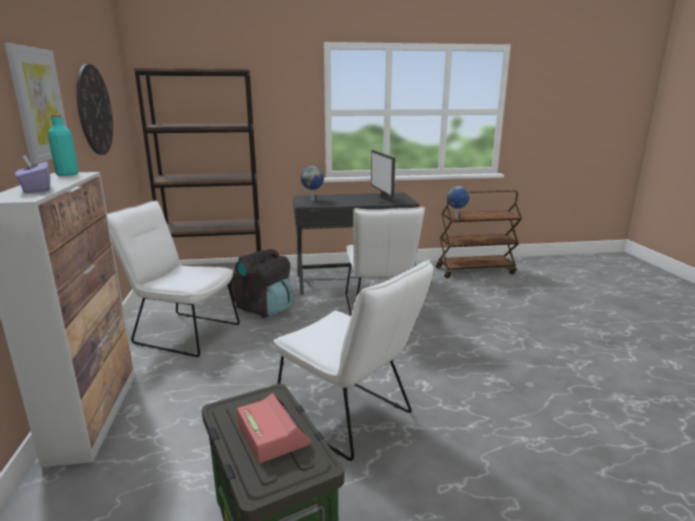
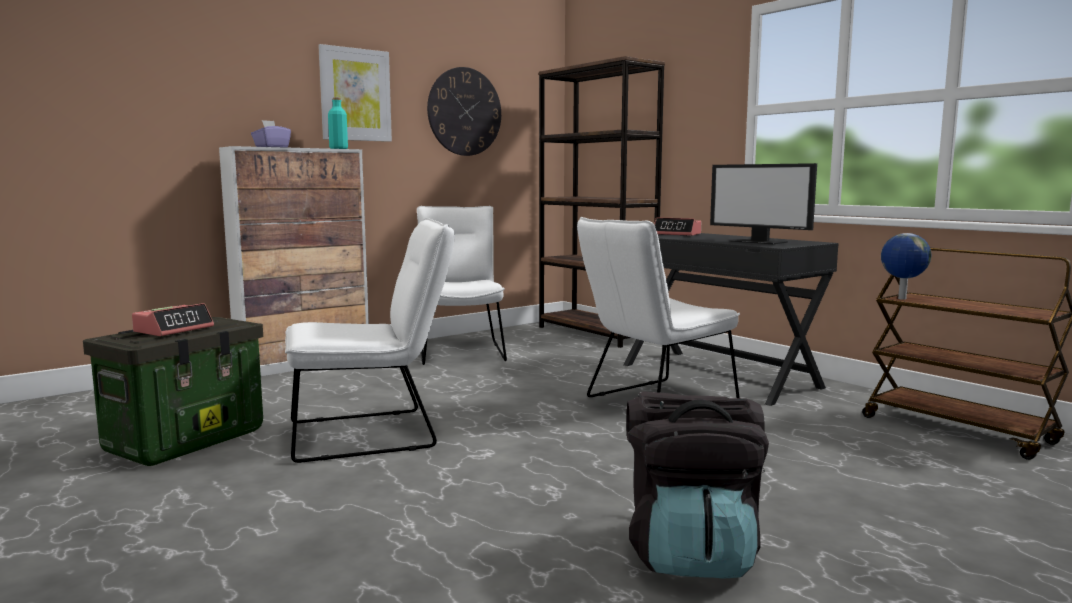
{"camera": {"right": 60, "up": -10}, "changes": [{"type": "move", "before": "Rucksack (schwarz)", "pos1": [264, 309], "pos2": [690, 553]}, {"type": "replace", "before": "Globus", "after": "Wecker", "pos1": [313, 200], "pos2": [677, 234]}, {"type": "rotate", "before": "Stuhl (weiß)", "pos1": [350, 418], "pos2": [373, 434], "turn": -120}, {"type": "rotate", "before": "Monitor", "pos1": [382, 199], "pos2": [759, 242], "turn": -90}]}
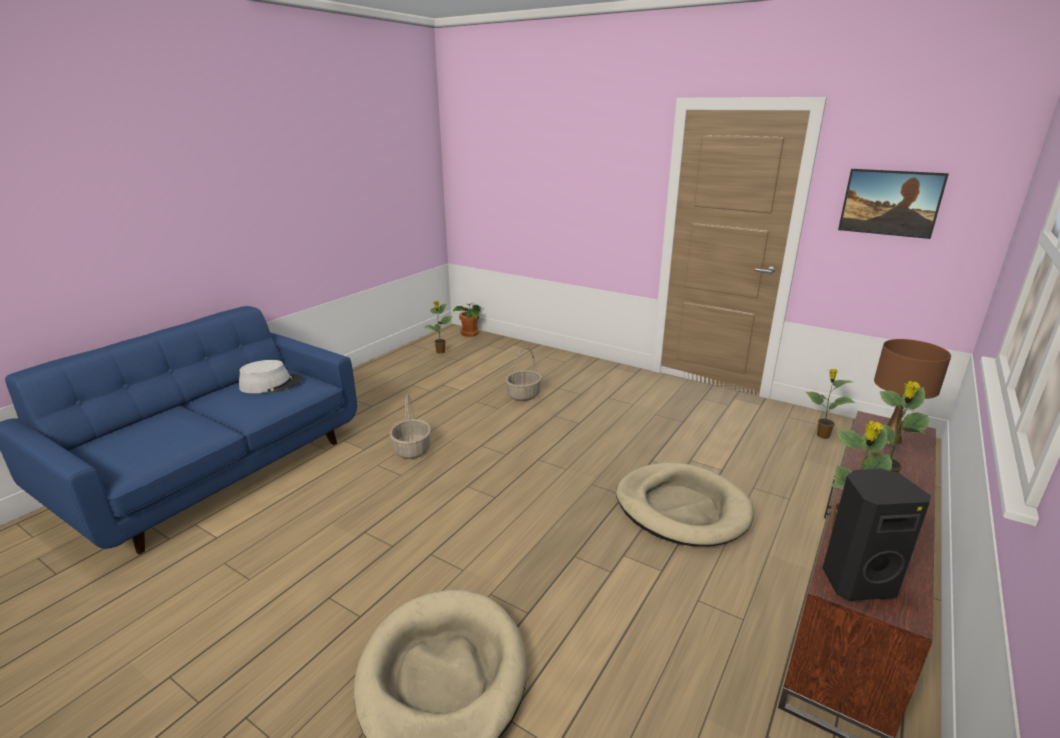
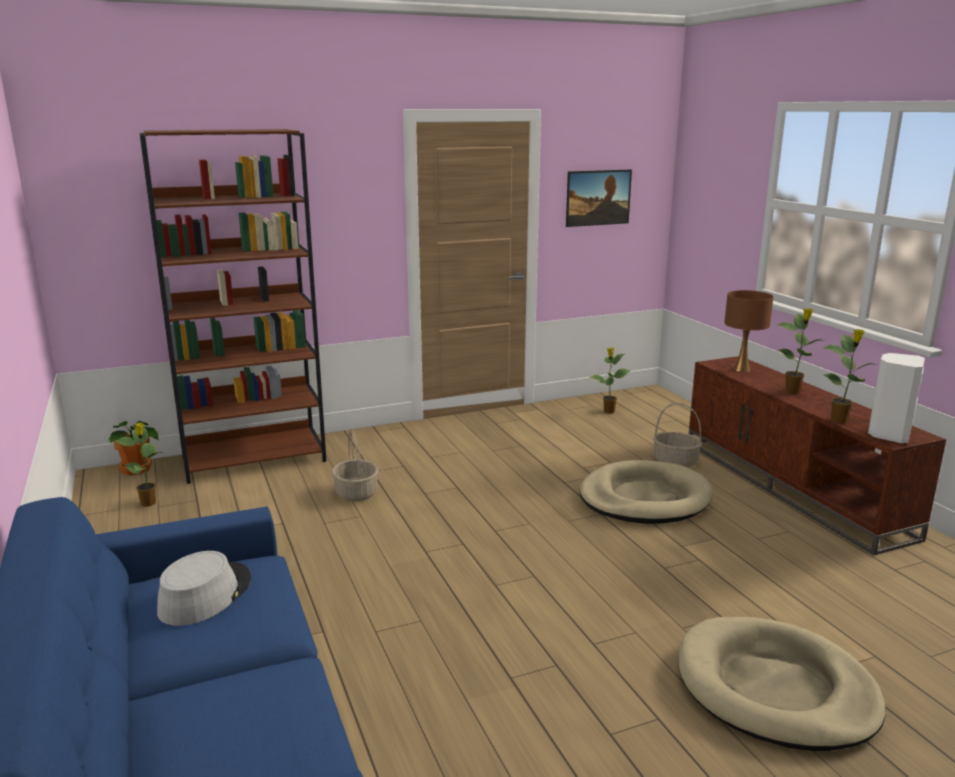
{"camera": {"right": -55, "up": -5}, "changes": [{"type": "insert", "after": "Bücherregal (braun)", "pos2": [255, 458]}, {"type": "move", "before": "Korb", "pos1": [412, 450], "pos2": [676, 461]}, {"type": "recolor", "before": "Lautsprecher (schwarz)", "after": "Lautsprecher (weiß)", "pos1": [856, 581], "pos2": [888, 435]}]}
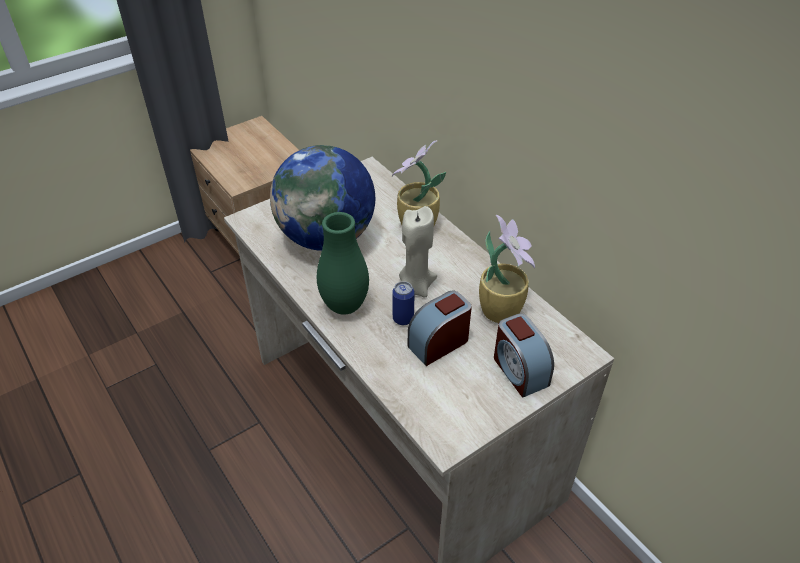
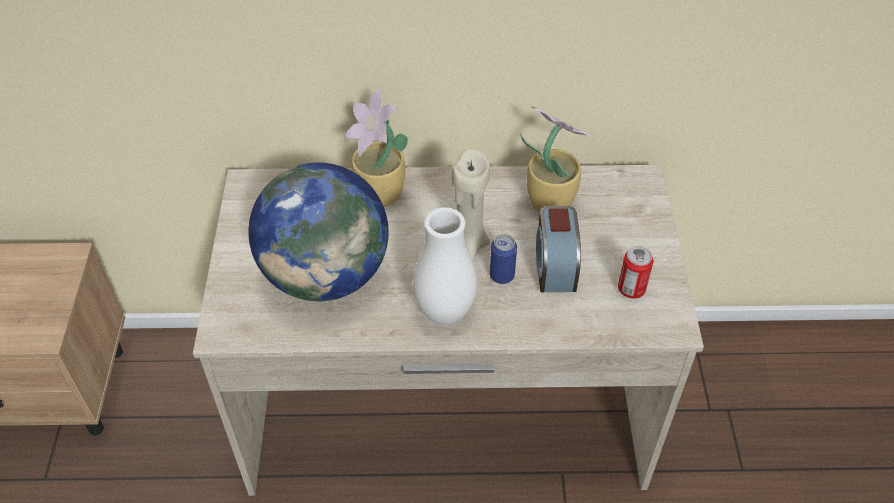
{"camera": {"right": -55, "up": 5}, "changes": [{"type": "delete", "before": "Wecker", "pos1": [519, 370]}, {"type": "insert", "after": "Dose", "pos2": [631, 289]}, {"type": "recolor", "before": "Vase (grün)", "after": "Vase (weiß)", "pos1": [345, 306], "pos2": [445, 312]}]}
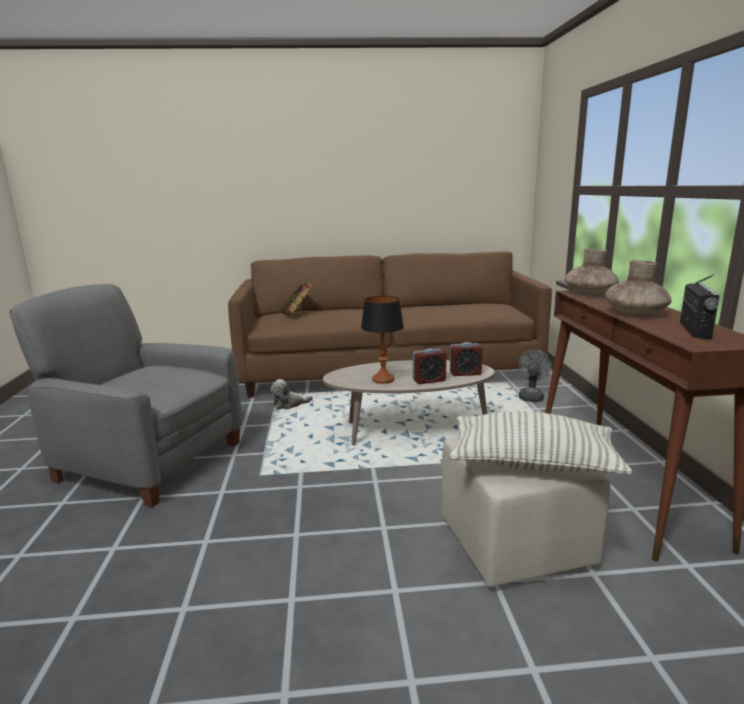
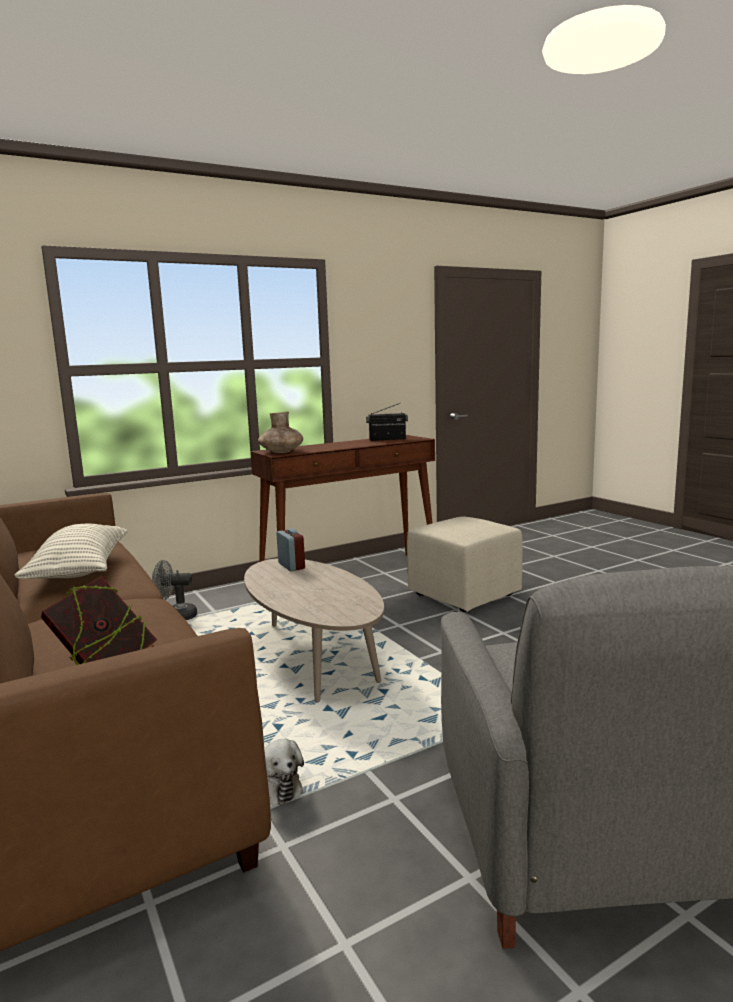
{"camera": {"right": -115, "up": -5}, "changes": [{"type": "delete", "before": "Tischlampe", "pos1": [383, 379]}, {"type": "delete", "before": "Wecker", "pos1": [429, 380]}, {"type": "delete", "before": "Vase (braun)", "pos1": [635, 313]}, {"type": "move", "before": "Kissen", "pos1": [532, 464], "pos2": [80, 571]}]}
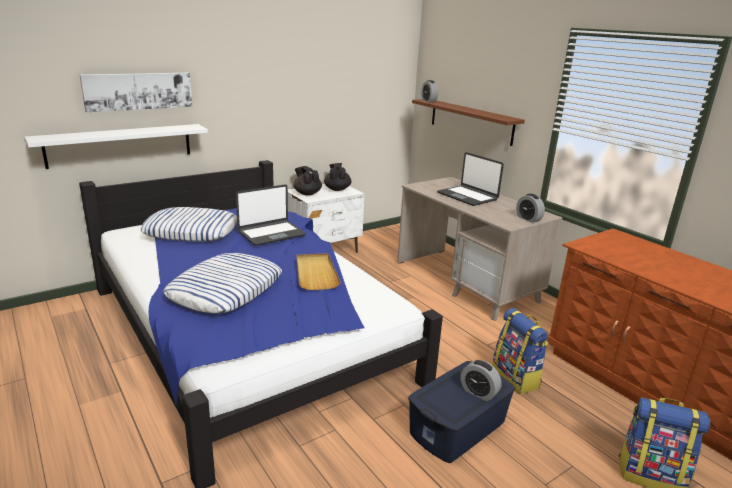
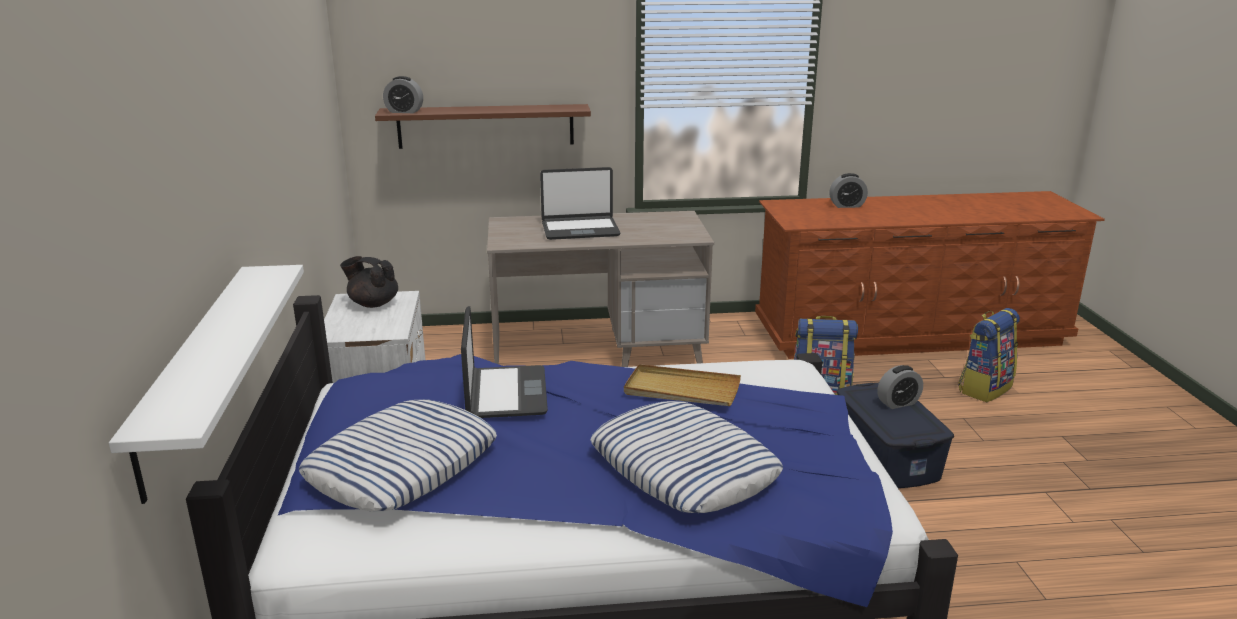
{"camera": {"right": -60, "up": 0}, "changes": [{"type": "delete", "before": "Bild", "pos1": [138, 91]}, {"type": "delete", "before": "Teekanne (schwarz)", "pos1": [307, 193]}, {"type": "move", "before": "Wecker", "pos1": [528, 219], "pos2": [847, 205]}]}
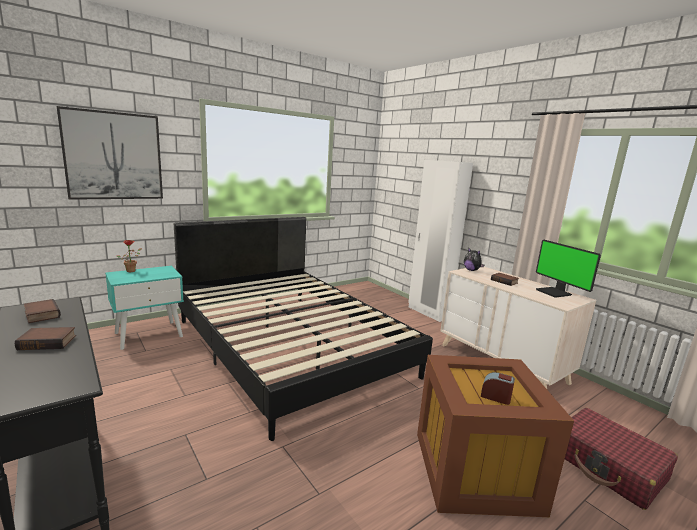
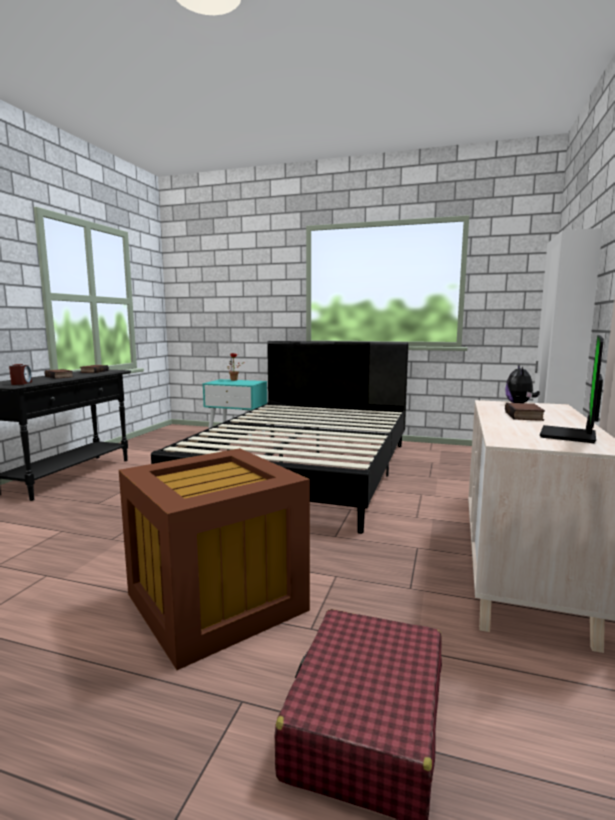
{"camera": {"right": 55, "up": -5}, "changes": [{"type": "delete", "before": "Bild", "pos1": [114, 156]}, {"type": "move", "before": "Wecker", "pos1": [495, 397], "pos2": [21, 383]}]}
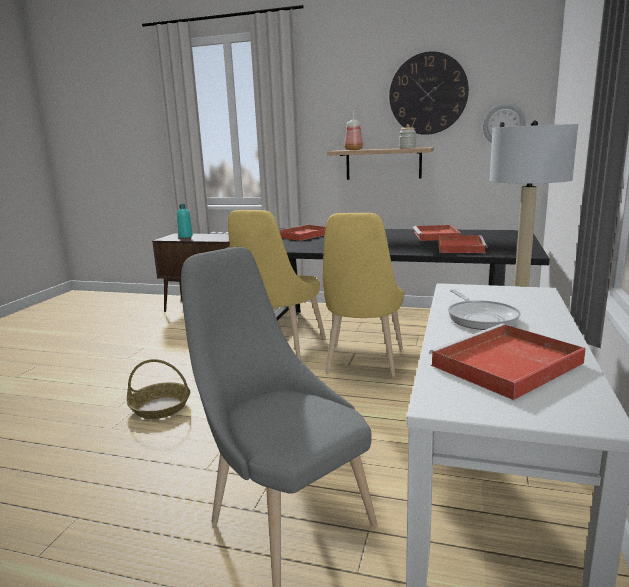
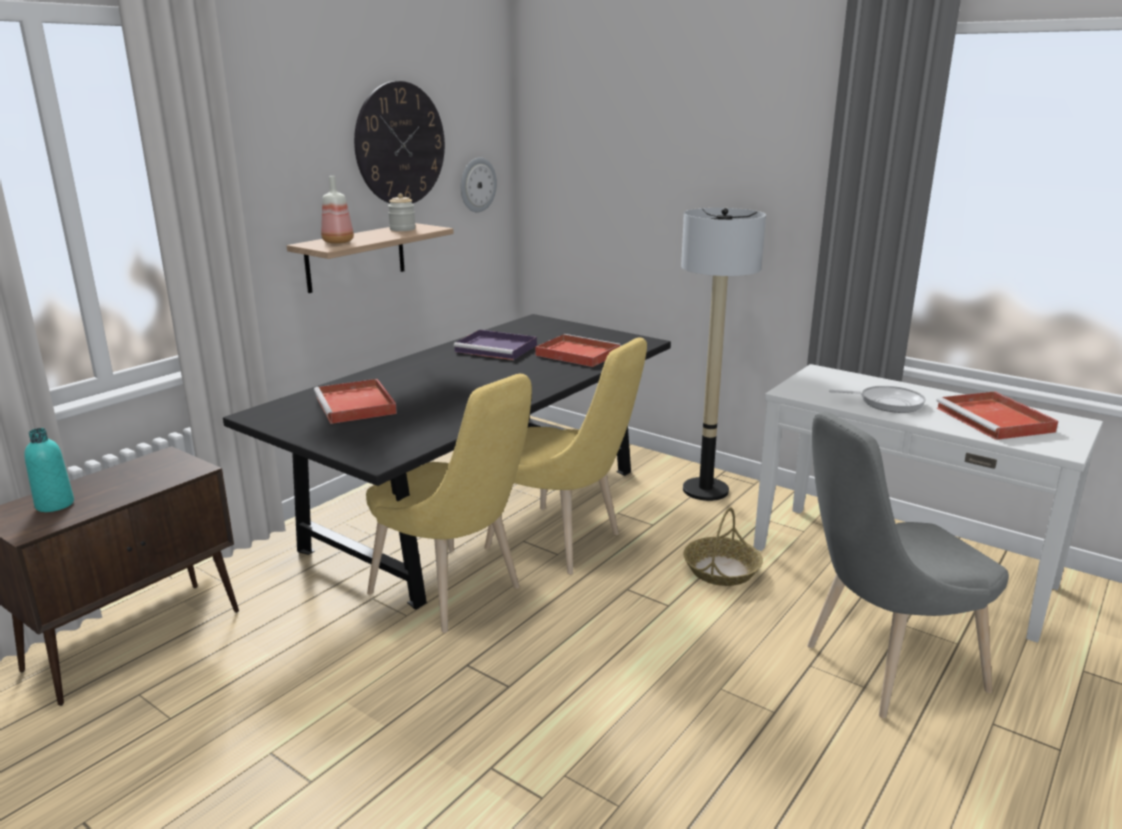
{"camera": {"right": -70, "up": 5}, "changes": [{"type": "move", "before": "Korb", "pos1": [160, 407], "pos2": [721, 570]}, {"type": "recolor", "before": "Tablett (rot)", "after": "Tablett (lila)", "pos1": [436, 236], "pos2": [497, 348]}]}
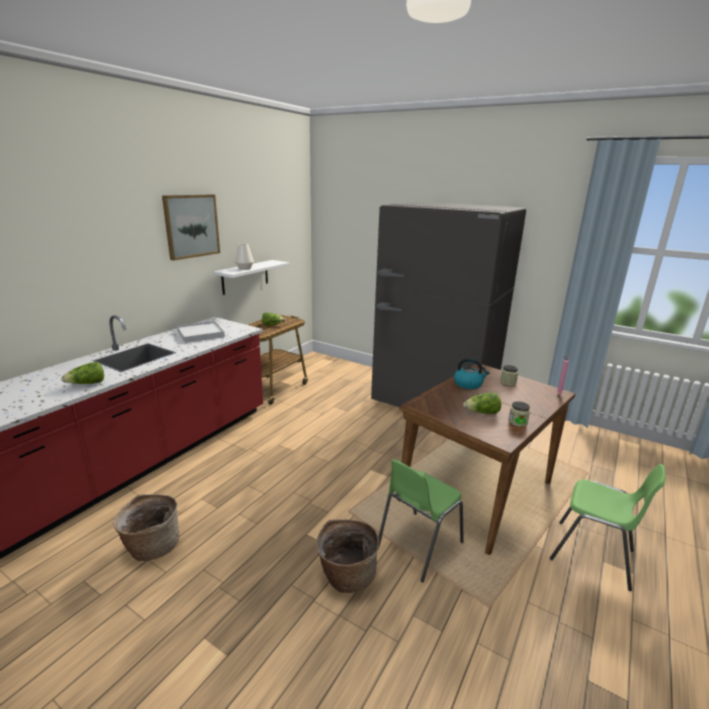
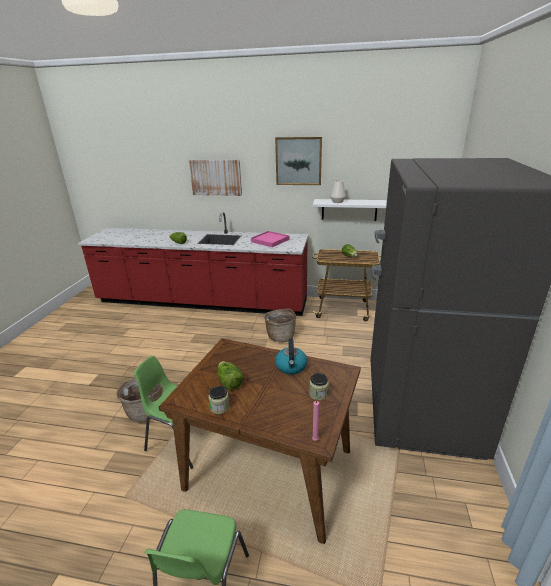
{"camera": {"right": 70, "up": 5}, "changes": [{"type": "insert", "after": "Bild", "pos2": [216, 177]}, {"type": "move", "before": "Korb", "pos1": [152, 546], "pos2": [280, 336]}, {"type": "recolor", "before": "Tablett (weiß)", "after": "Tablett (rosa)", "pos1": [201, 334], "pos2": [270, 240]}]}
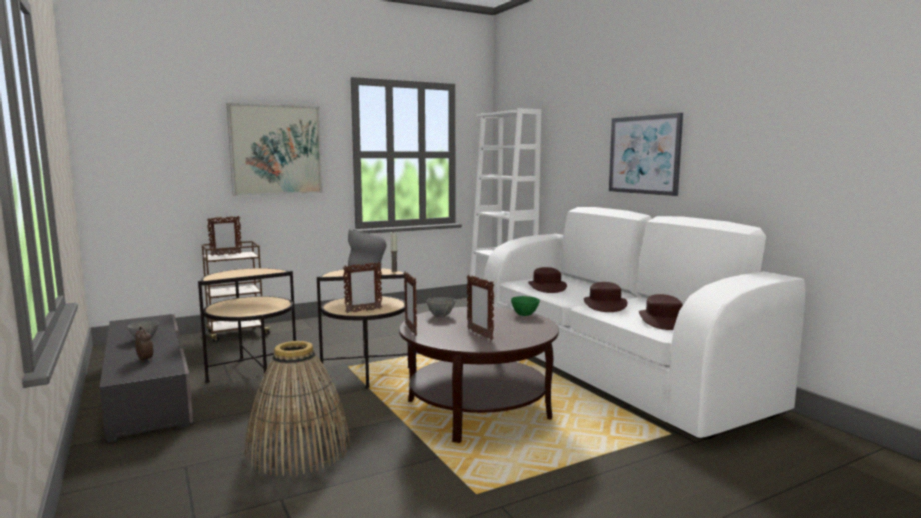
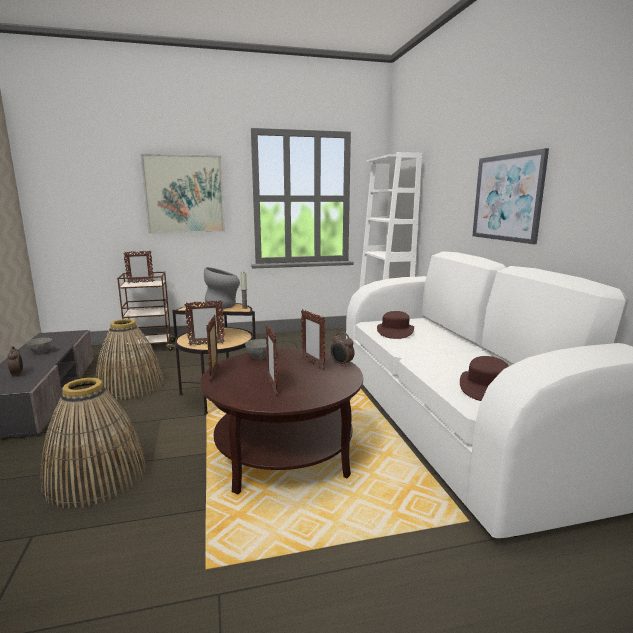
{"camera": {"right": 15, "up": 5}, "changes": [{"type": "delete", "before": "Hut (braun)", "pos1": [604, 305]}, {"type": "insert", "after": "Bilderrahmen", "pos2": [313, 363]}, {"type": "replace", "before": "Beistelltisch", "after": "Korb", "pos1": [253, 372], "pos2": [130, 386]}, {"type": "replace", "before": "Schüssel (grün)", "after": "Wecker", "pos1": [525, 314], "pos2": [342, 364]}]}
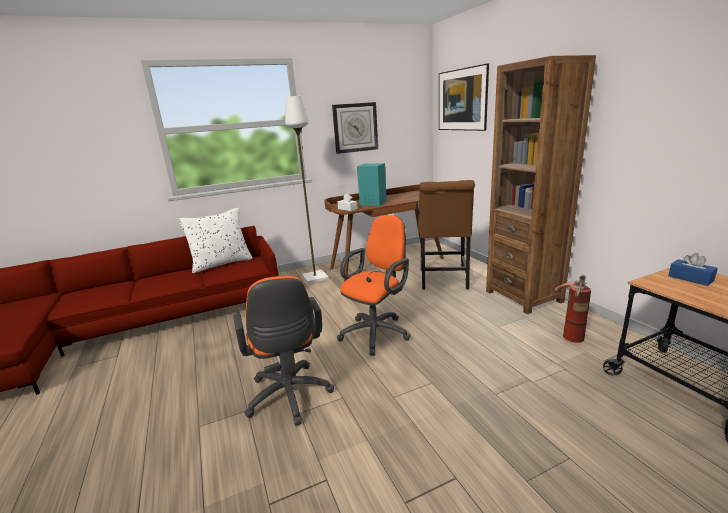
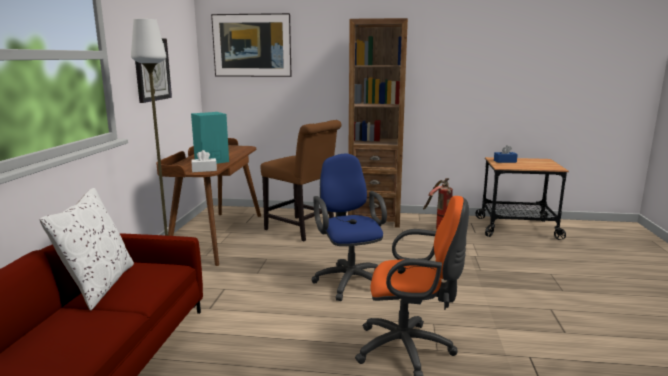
{"camera": {"right": -60, "up": -5}, "changes": [{"type": "recolor", "before": "Bürostuhl (orange)", "after": "Bürostuhl (blau)", "pos1": [377, 332], "pos2": [349, 280]}]}
